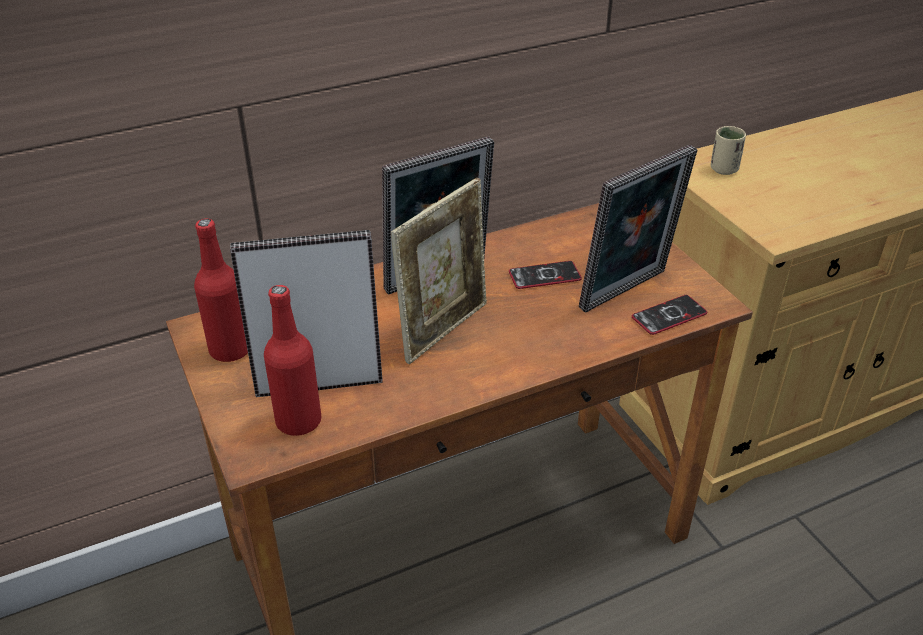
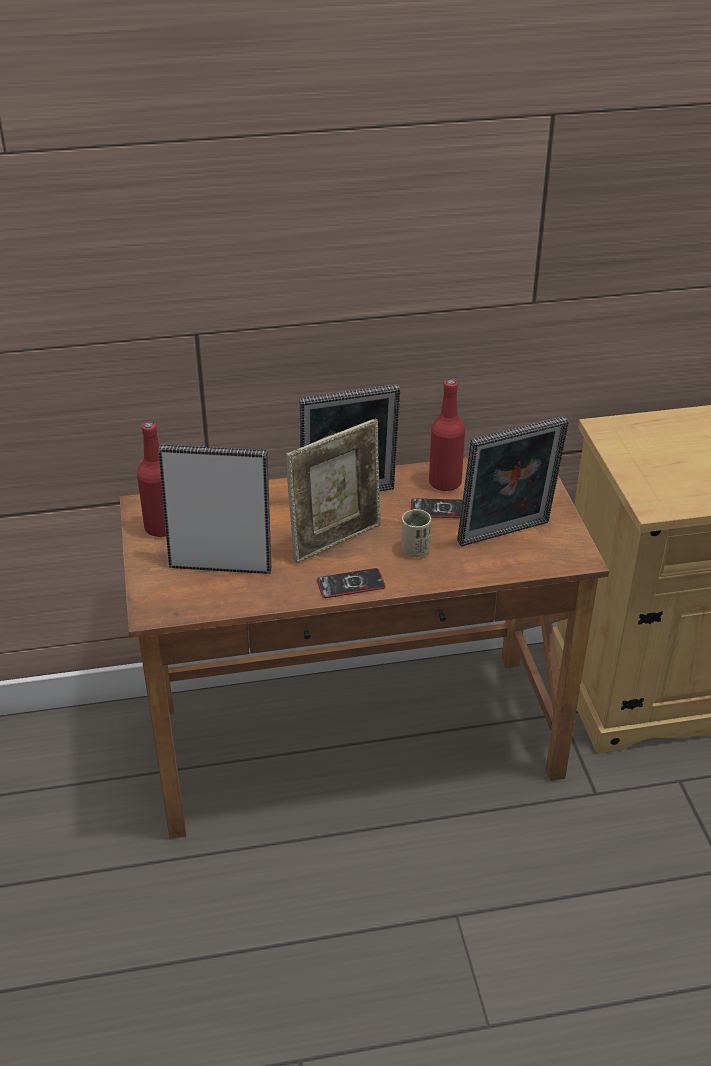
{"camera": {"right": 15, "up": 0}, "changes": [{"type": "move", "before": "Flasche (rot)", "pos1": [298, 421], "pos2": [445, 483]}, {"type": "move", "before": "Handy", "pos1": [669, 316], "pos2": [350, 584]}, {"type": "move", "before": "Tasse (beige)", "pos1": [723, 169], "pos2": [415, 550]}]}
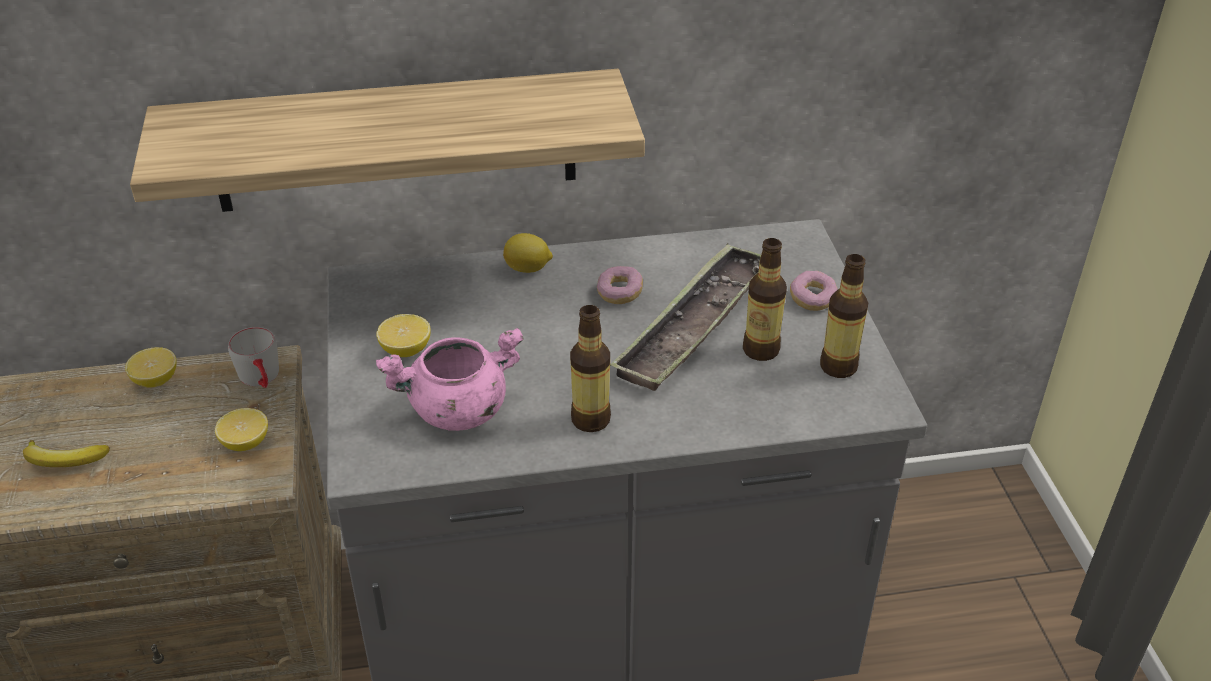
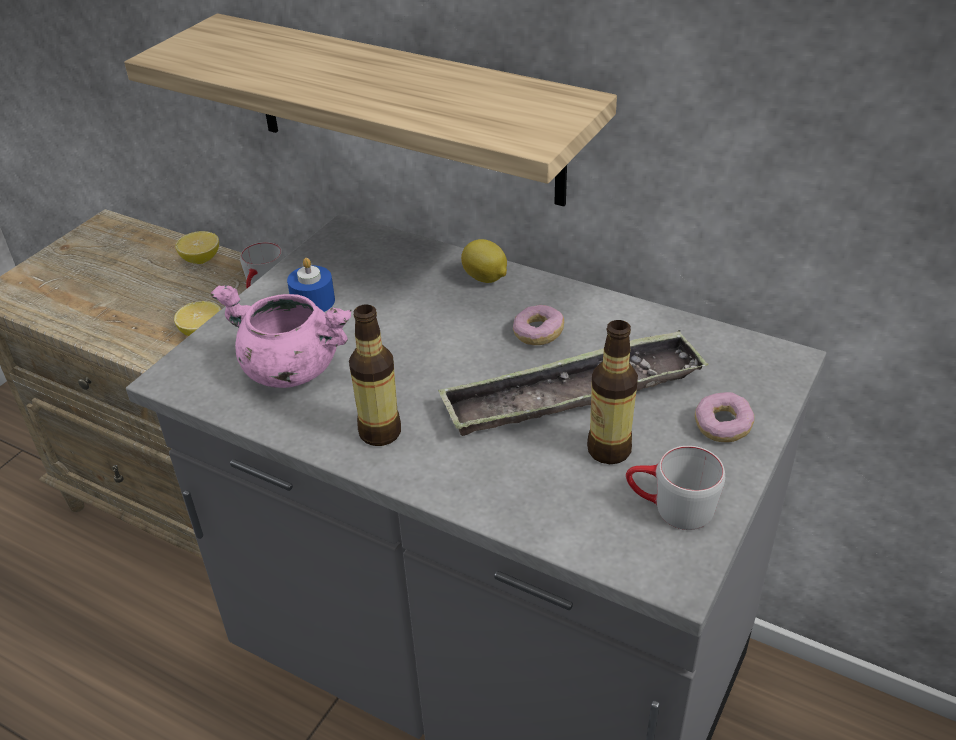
{"camera": {"right": 40, "up": 0}, "changes": [{"type": "delete", "before": "Banane", "pos1": [64, 461]}, {"type": "replace", "before": "Zitrone", "after": "Kerze (blau)", "pos1": [406, 350], "pos2": [313, 301]}, {"type": "replace", "before": "Flasche", "after": "Henkelbecher (grau)", "pos1": [838, 367], "pos2": [670, 508]}]}
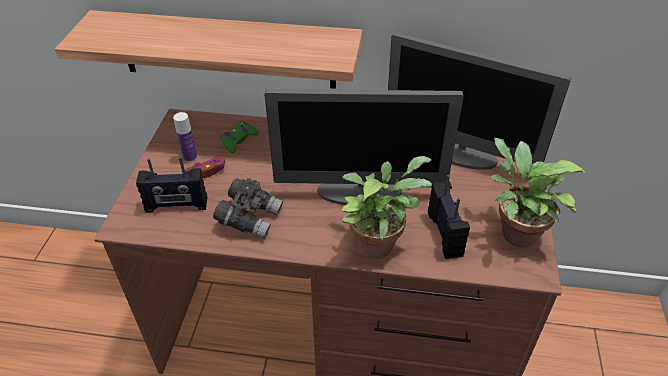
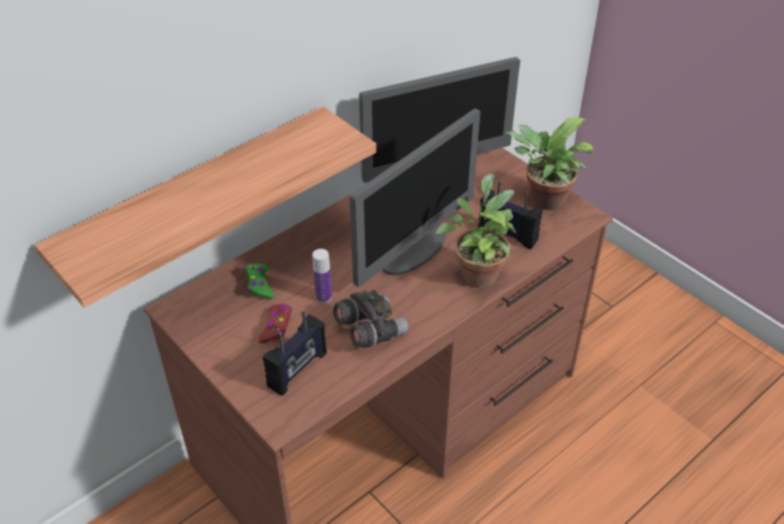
{"camera": {"right": -50, "up": 0}, "changes": [{"type": "move", "before": "Flasche", "pos1": [190, 157], "pos2": [323, 297]}]}
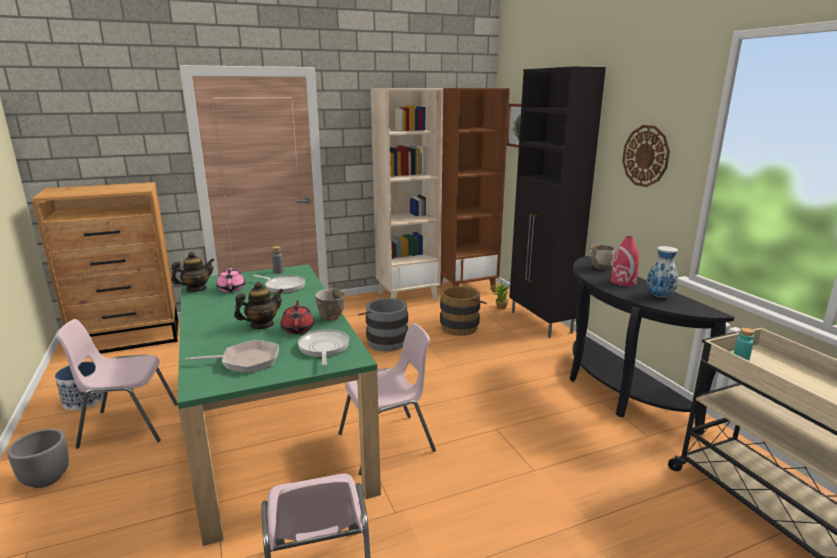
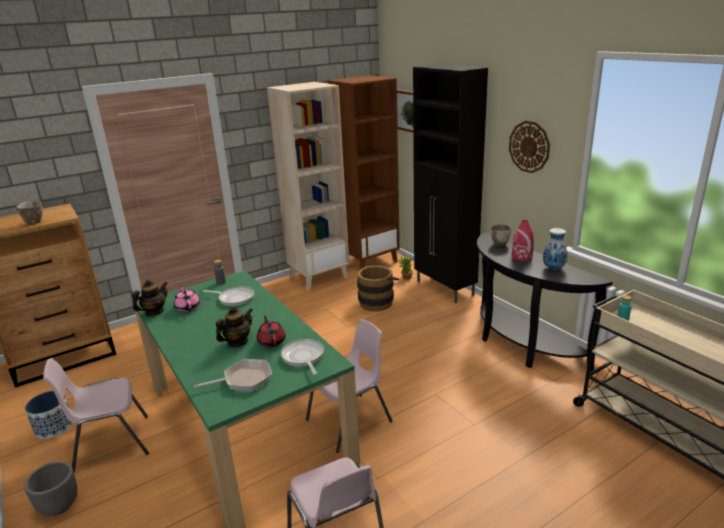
{"camera": {"right": -10, "up": 5}, "changes": [{"type": "delete", "before": "Eimer (grau)", "pos1": [385, 341]}, {"type": "move", "before": "Schüssel", "pos1": [330, 319], "pos2": [33, 223]}]}
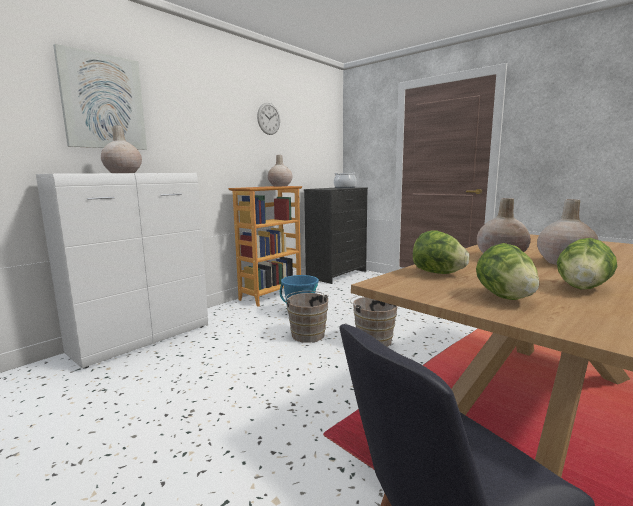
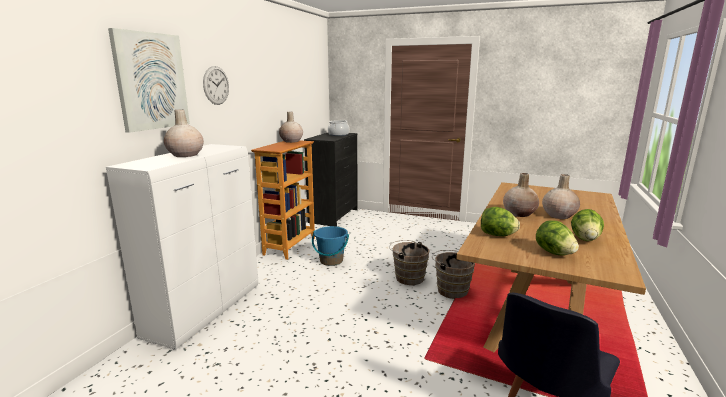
{"camera": {"right": -20, "up": 5}, "changes": [{"type": "move", "before": "Wanduhr", "pos1": [268, 118], "pos2": [216, 85]}, {"type": "move", "before": "Eimer (braun)", "pos1": [307, 334], "pos2": [450, 290]}]}
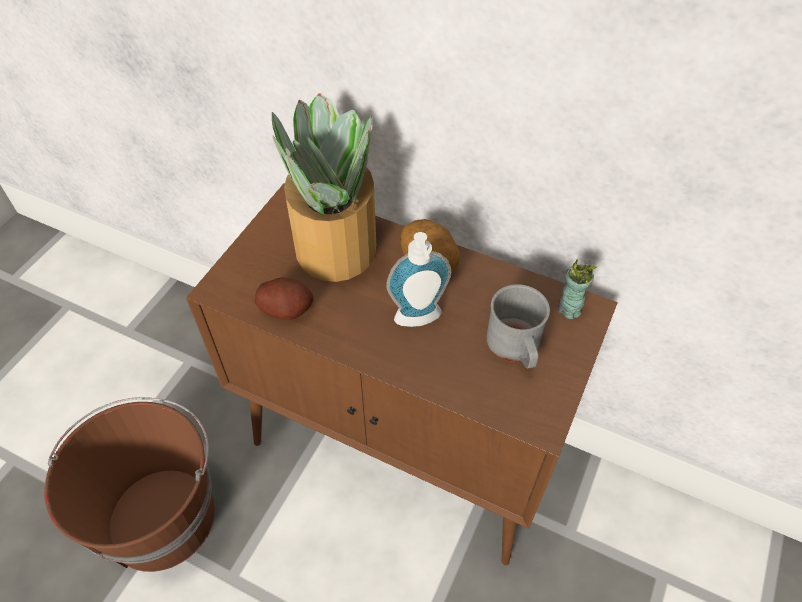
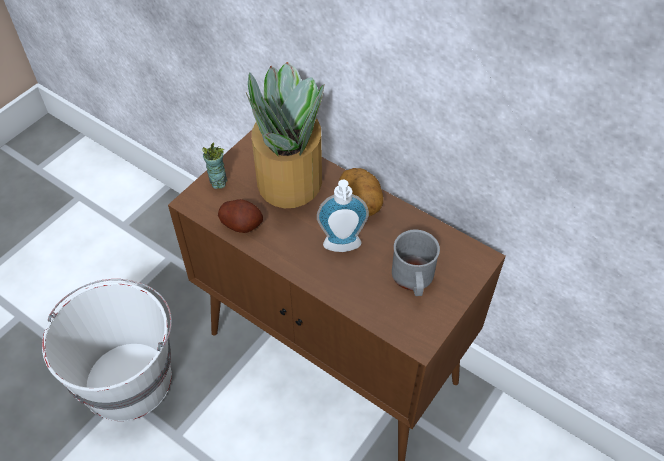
{"camera": {"right": 10, "up": 0}, "changes": [{"type": "move", "before": "Tasse", "pos1": [568, 309], "pos2": [218, 182]}, {"type": "recolor", "before": "Eimer (braun)", "after": "Eimer (weiß)", "pos1": [161, 515], "pos2": [128, 378]}]}
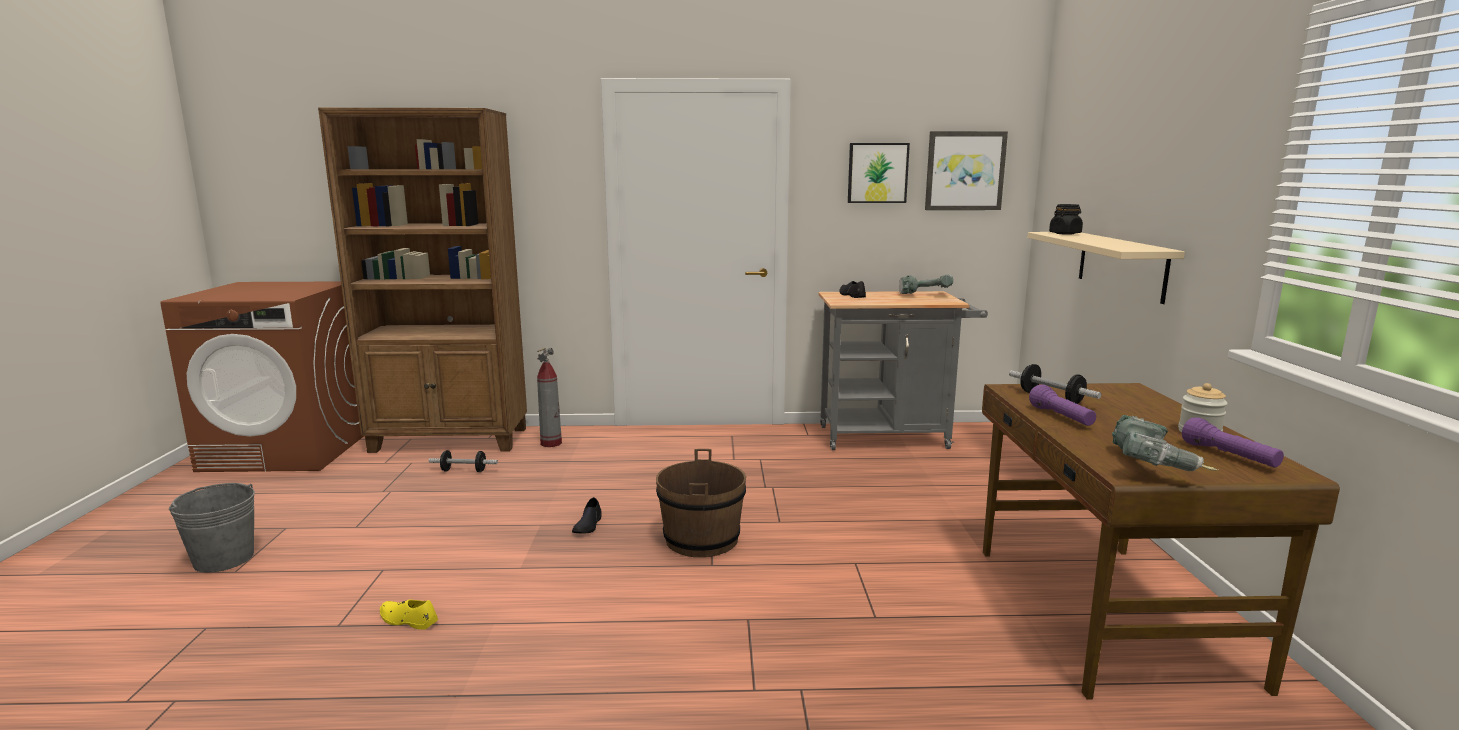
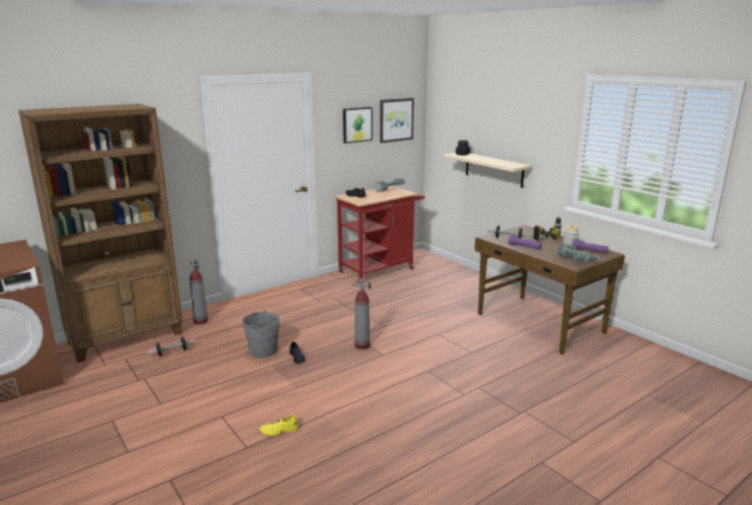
{"camera": {"right": -35, "up": 5}, "changes": [{"type": "insert", "after": "Bohrmaschine", "pos2": [542, 237]}, {"type": "move", "before": "Eimer (grau)", "pos1": [224, 559], "pos2": [263, 350]}, {"type": "replace", "before": "Eimer (braun)", "after": "Feuerlöscher", "pos1": [701, 539], "pos2": [362, 345]}, {"type": "recolor", "before": "Rollwagen (grau)", "after": "Rollwagen (rot)", "pos1": [892, 437], "pos2": [380, 269]}]}
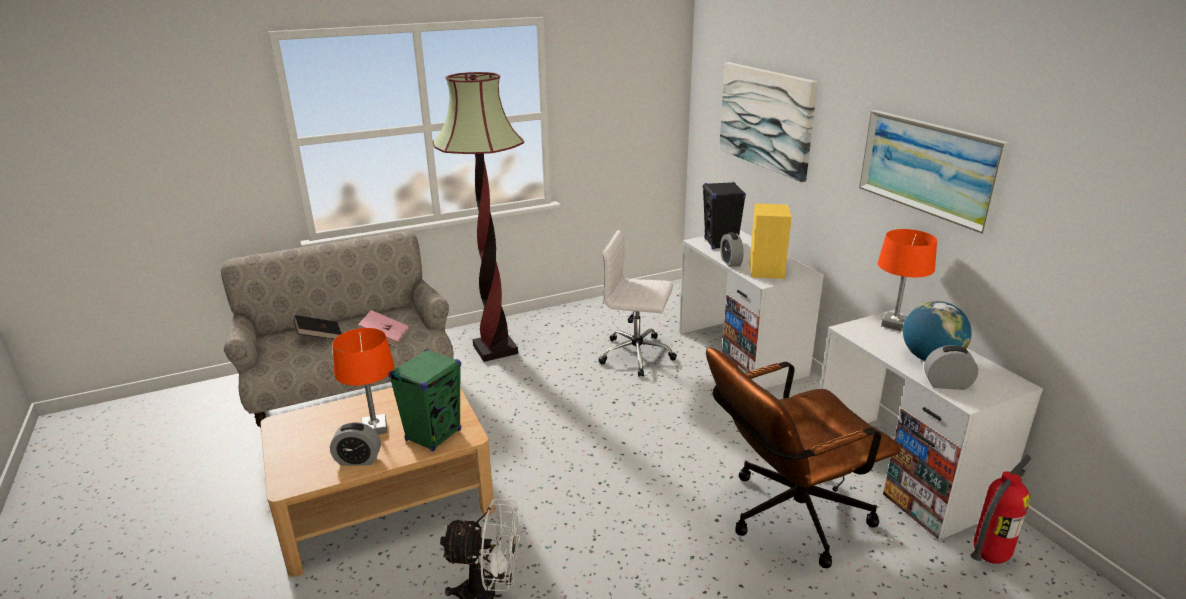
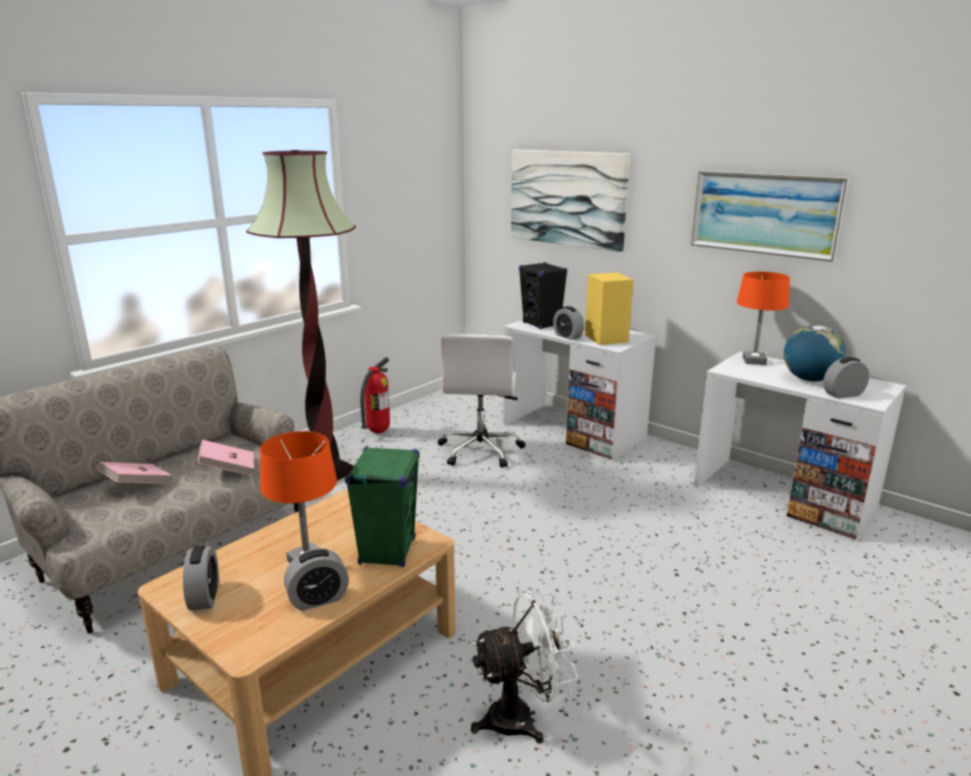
{"camera": {"right": -25, "up": -5}, "changes": [{"type": "delete", "before": "Bürostuhl (braun)", "pos1": [786, 517]}, {"type": "insert", "after": "Wecker", "pos2": [204, 597]}, {"type": "move", "before": "Feuerlöscher", "pos1": [988, 557], "pos2": [378, 431]}, {"type": "recolor", "before": "Buch (schwarz)", "after": "Buch (rosa)", "pos1": [319, 337], "pos2": [137, 485]}, {"type": "rotate", "before": "Bürostuhl (weiß)", "pos1": [638, 355], "pos2": [480, 450], "turn": -75}]}
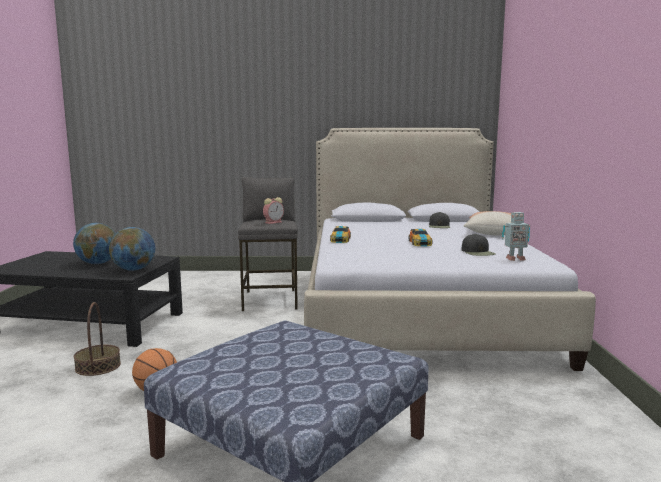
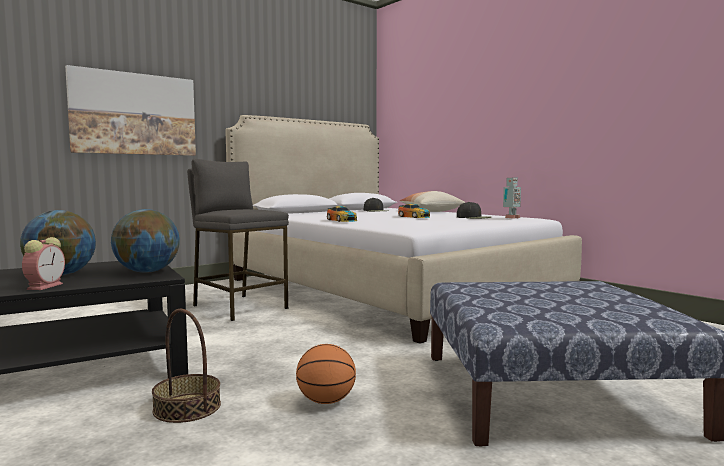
{"camera": {"right": -40, "up": -5}, "changes": [{"type": "insert", "after": "Bild", "pos2": [134, 114]}, {"type": "move", "before": "Wecker", "pos1": [274, 222], "pos2": [45, 286]}]}
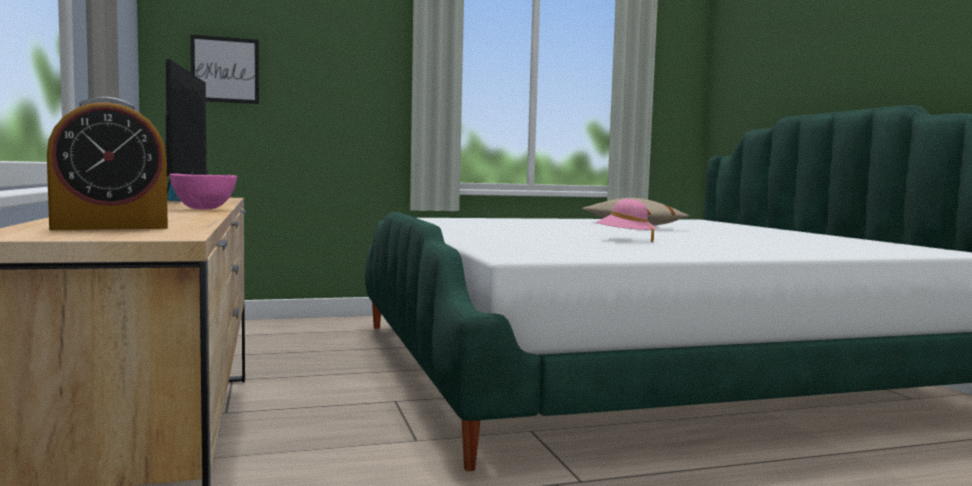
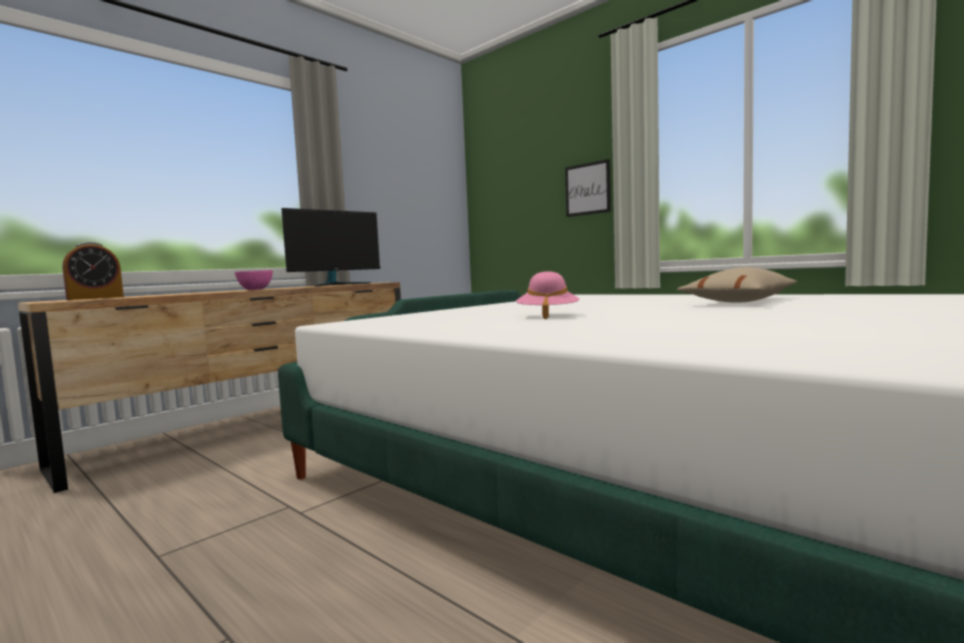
{"camera": {"right": 60, "up": 0}, "changes": [{"type": "move", "before": "Bild", "pos1": [225, 70], "pos2": [587, 189]}, {"type": "rotate", "before": "Wecker", "pos1": [110, 227], "pos2": [95, 298], "turn": -75}]}
